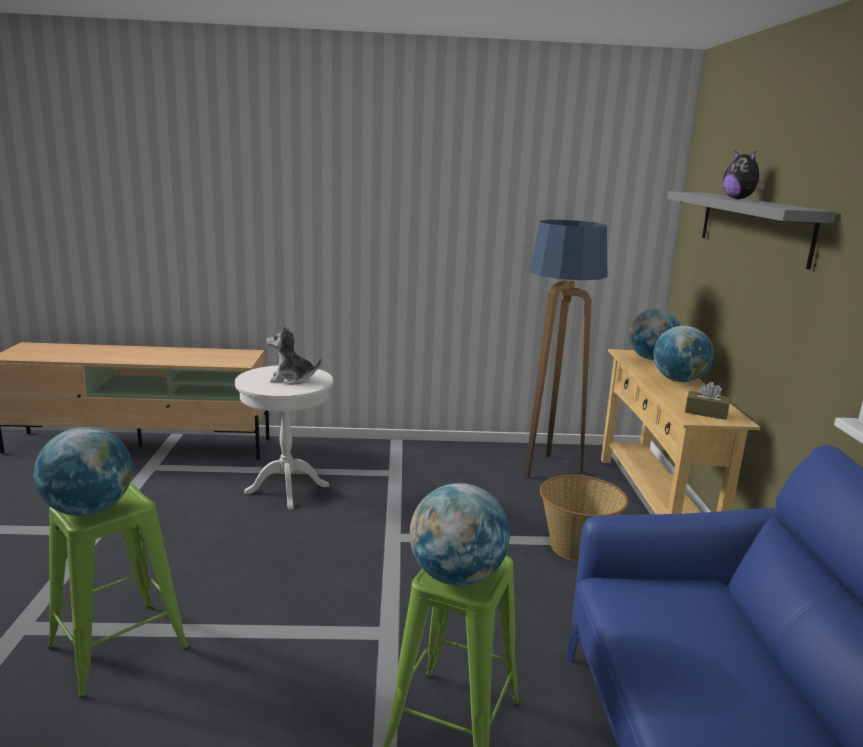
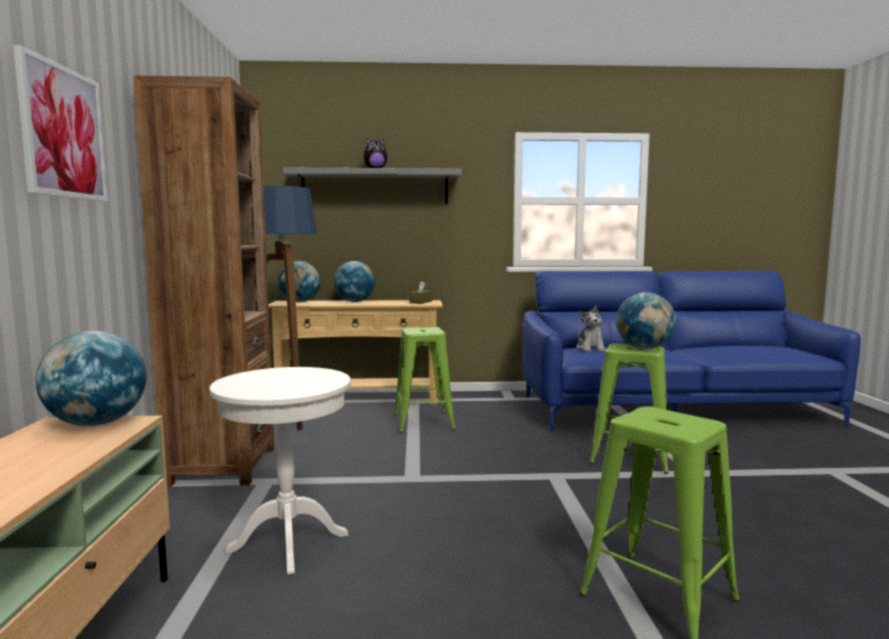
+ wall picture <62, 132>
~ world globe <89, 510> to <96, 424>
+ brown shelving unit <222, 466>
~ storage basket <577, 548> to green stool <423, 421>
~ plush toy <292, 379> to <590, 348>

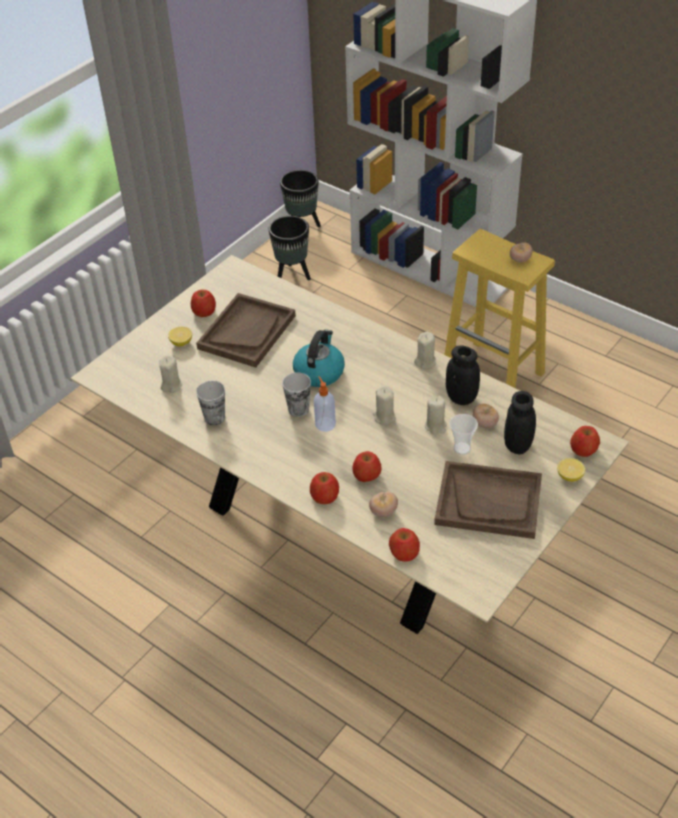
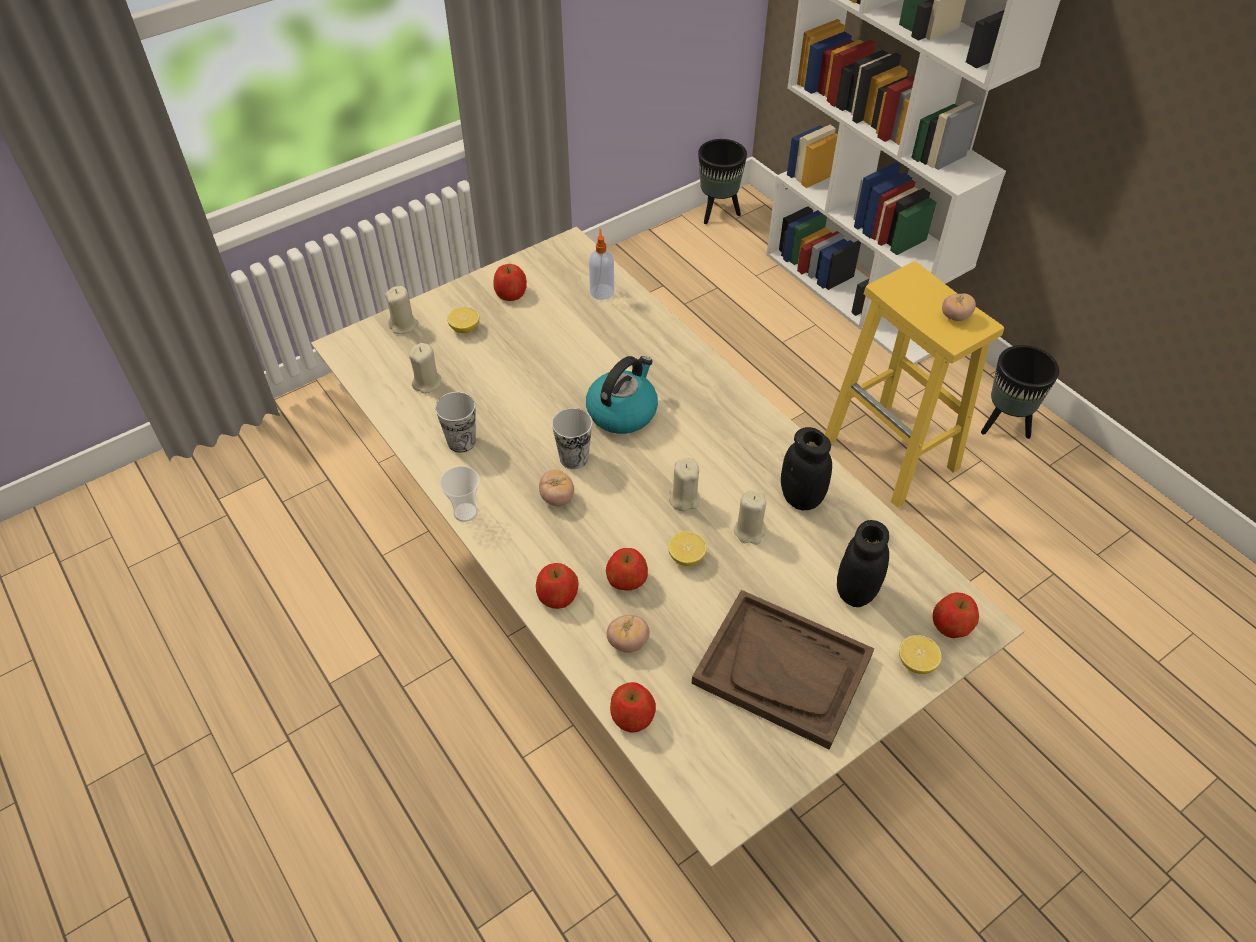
~ beige wax candle <425, 361> to <404, 325>
~ drinking cup <462, 448> to <465, 512>
~ tomato <485, 423> to <557, 498>
~ soap bottle <325, 424> to <602, 291>
+ lemon <686, 557>
~ blackish flower pot <292, 275> to <1004, 425>
- brown serving tray <247, 332>

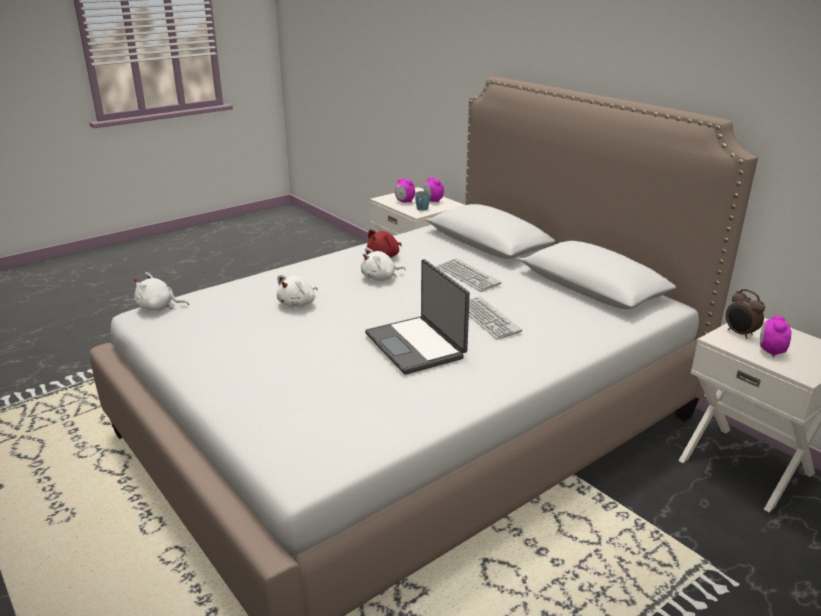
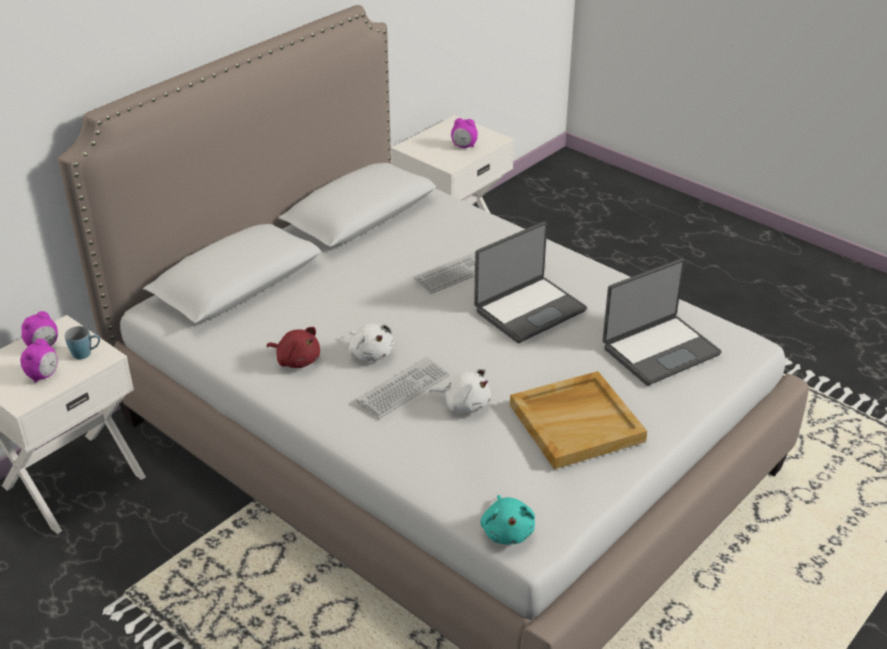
~ keyboard <468, 276> to <403, 389>
~ white-coloured plush toy <158, 308> to blue-green plush toy <507, 531>
+ beige serving tray <577, 422>
+ laptop <659, 350>
- table clock <740, 334>

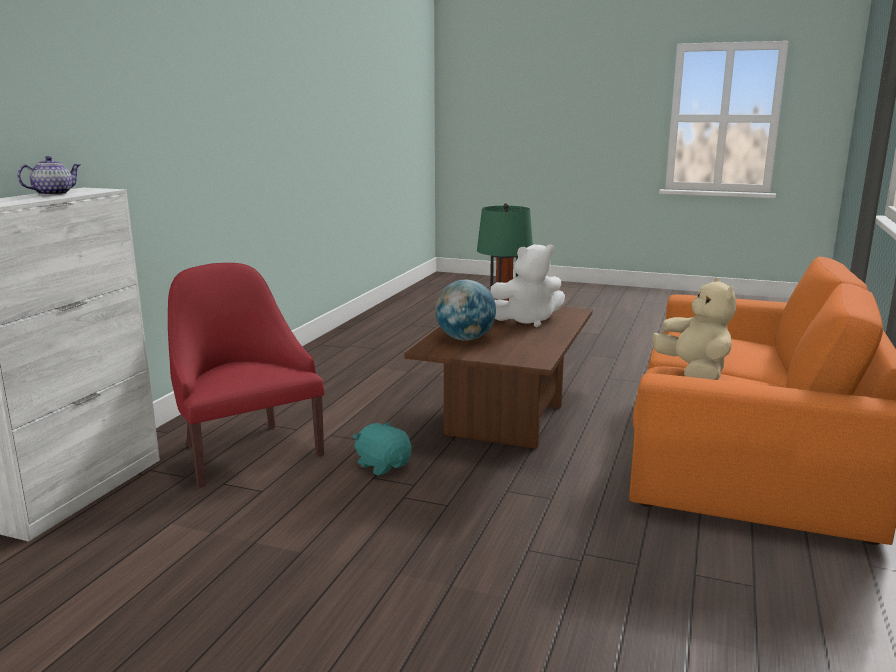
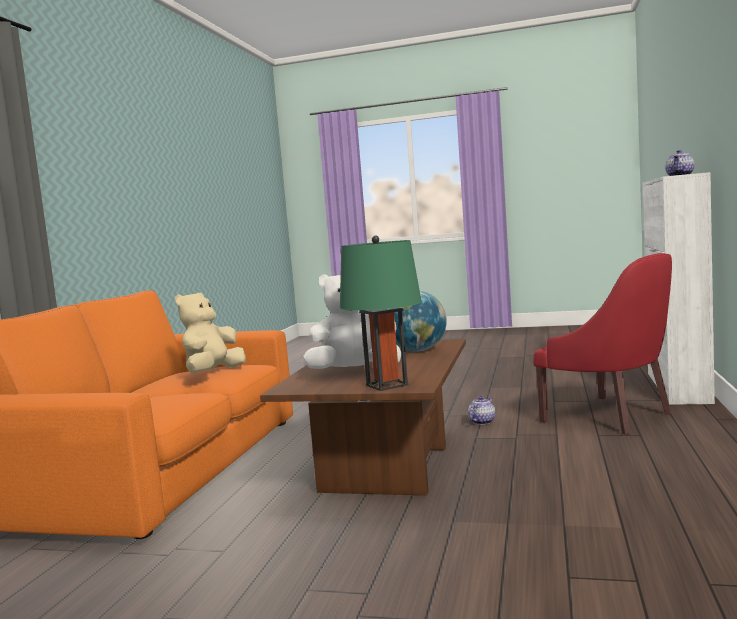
~ beige plush toy <694, 373> = <212, 373> 45 degrees clockwise
~ blue-green plush toy <383, 465> to tea pot <482, 422>

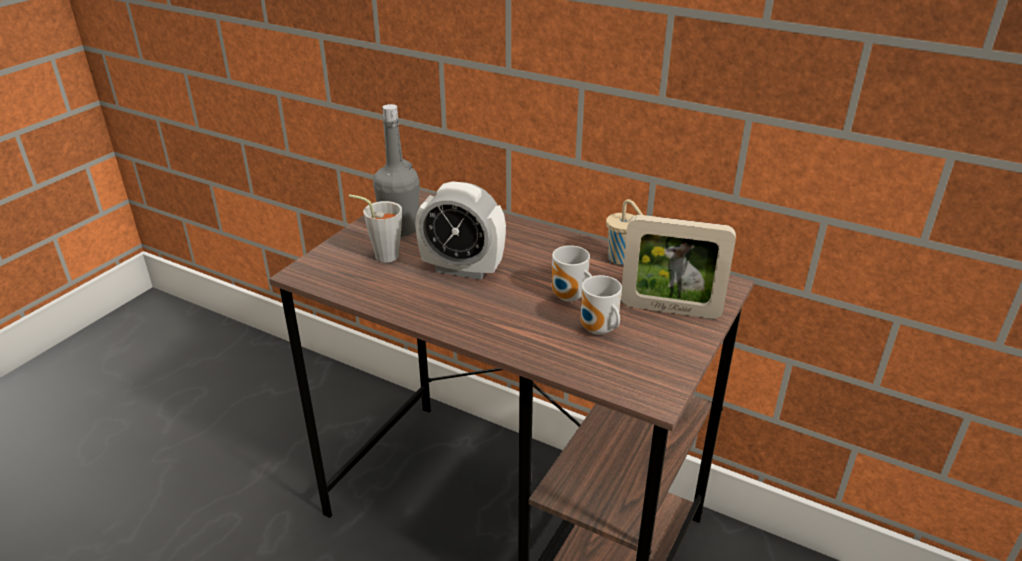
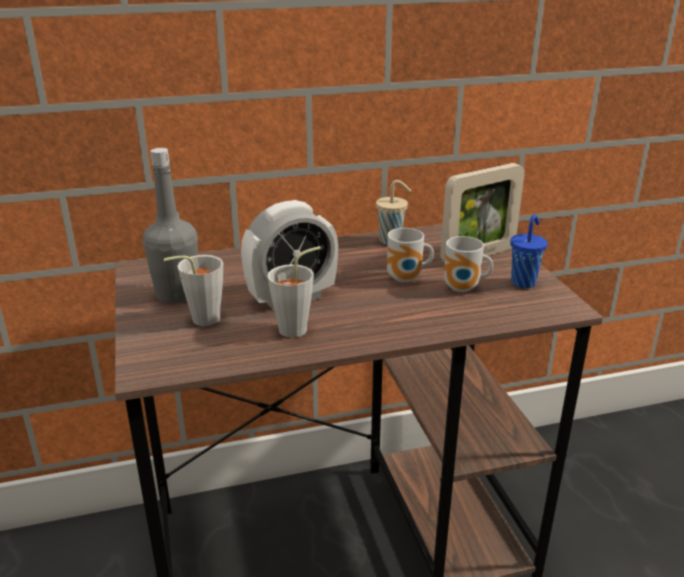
+ gray drinking cup <299, 328>
+ bluish drinking cup <523, 282>

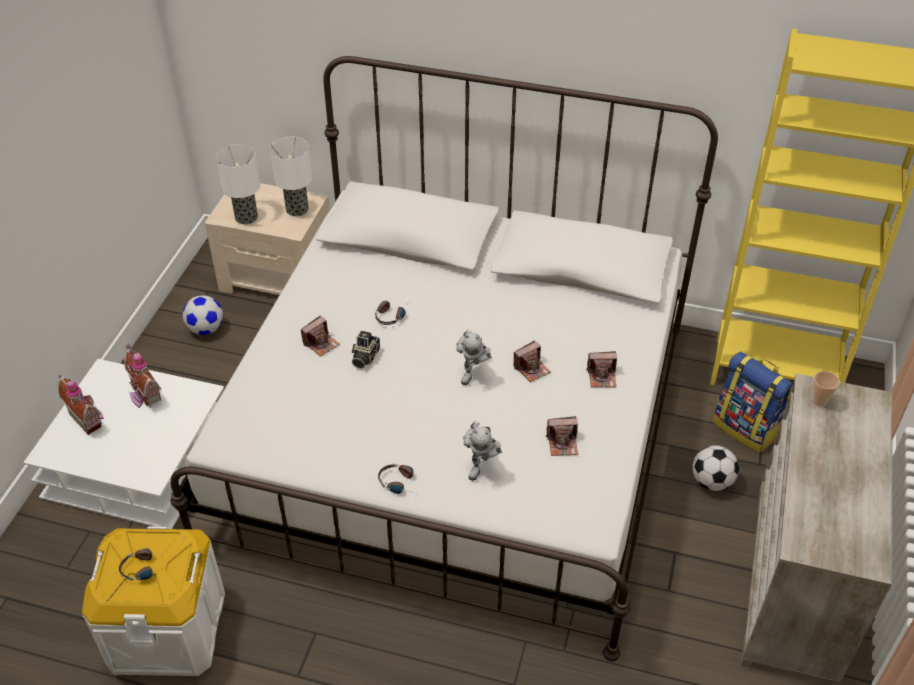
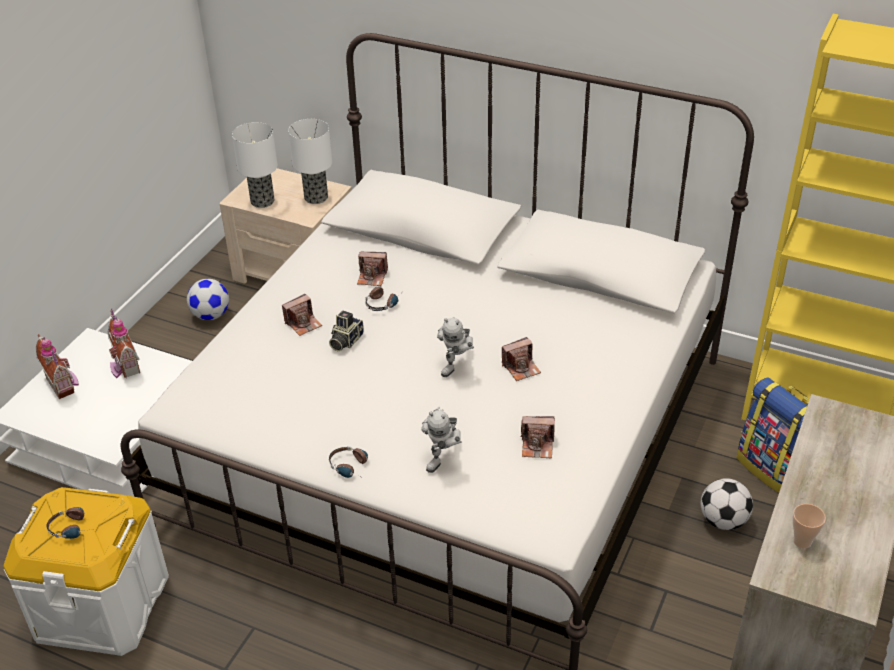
~ photo camera <602, 377> to <372, 277>
~ drinking cup <819, 401> to <802, 541>

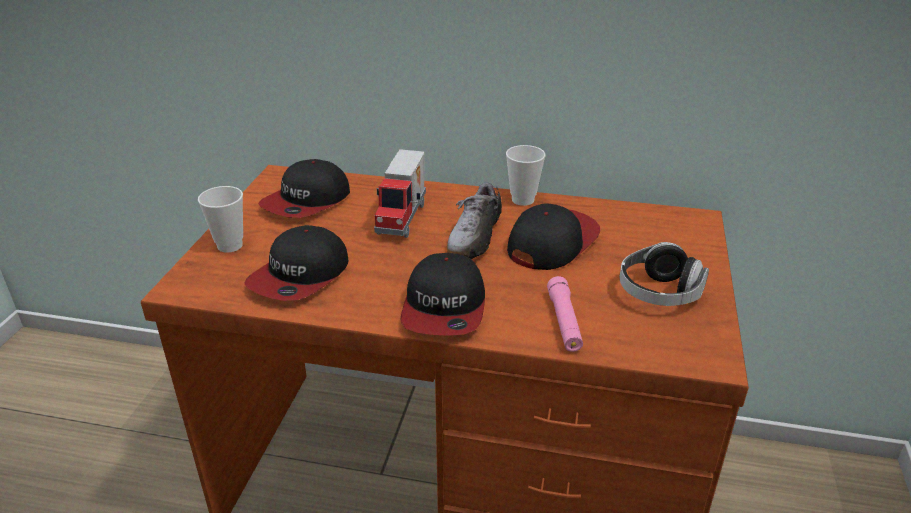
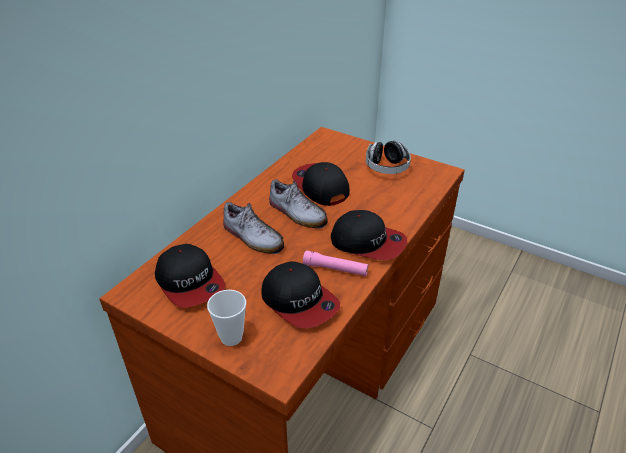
~ model truck <404, 219> to shoe <253, 237>
~ pink torch <564, 322> to <335, 269>
- drinking cup <523, 200>

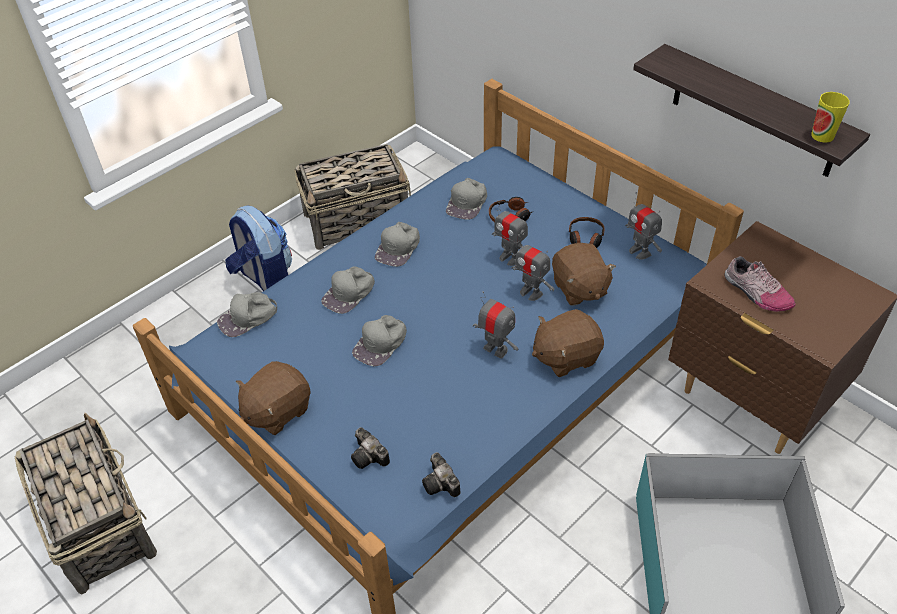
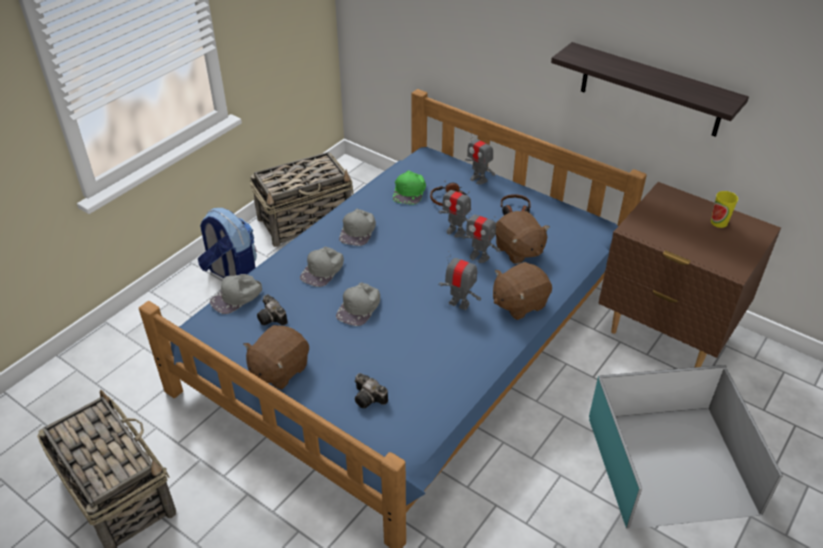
~ photo camera <441, 484> to <273, 318>
~ gray cap <467, 202> to green cap <410, 191>
~ toy robot <640, 252> to <478, 179>
~ drinking cup <822, 135> to <719, 222>
- shoe <756, 293>

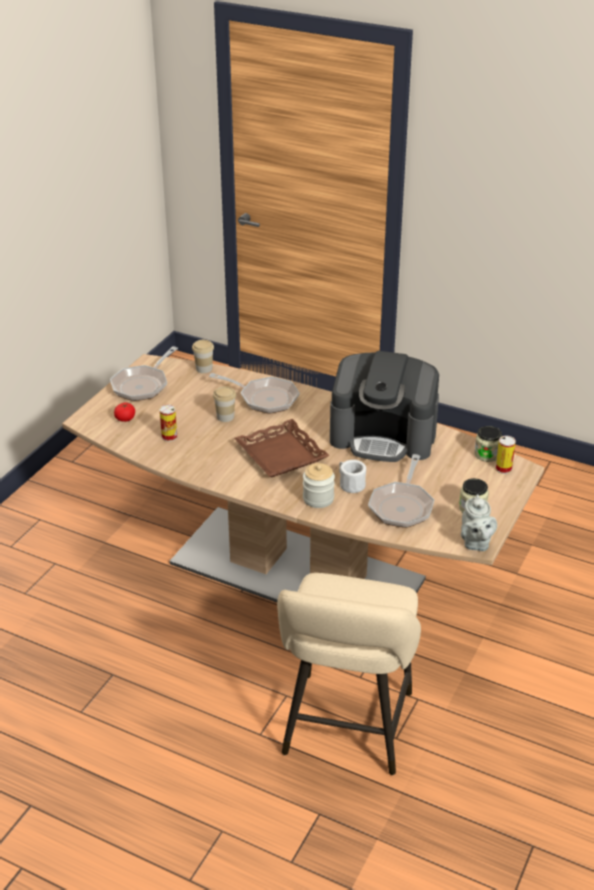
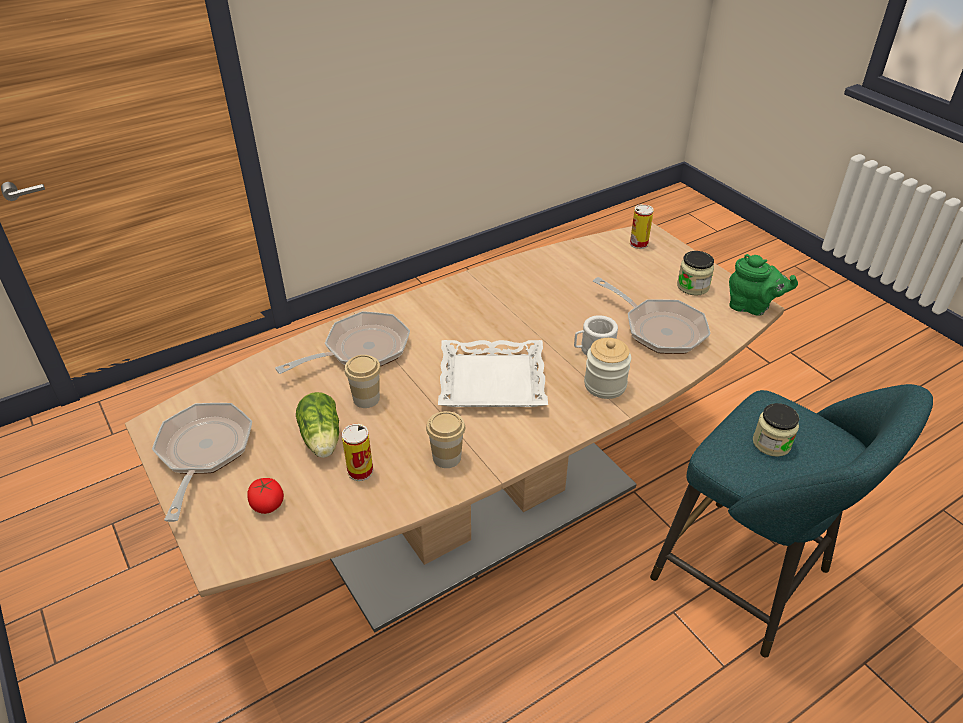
~ skillet <142, 385> = <203, 452> 150 degrees counterclockwise
+ head of lettuce <322, 440>
~ drinking cup <204, 368> to <447, 457>
~ brown serving tray <282, 454> to white-coloured serving tray <492, 380>
~ beige stool <346, 730> to blue-green stool <749, 581>
~ gray tea pot <475, 543> to green tea pot <752, 307>
~ storage jar <487, 454> to <771, 443>
- coffee maker <383, 436>

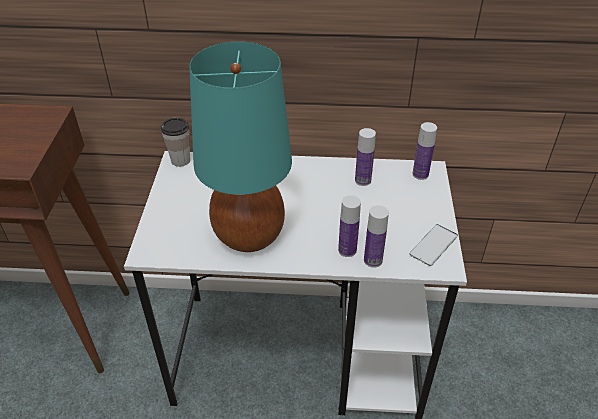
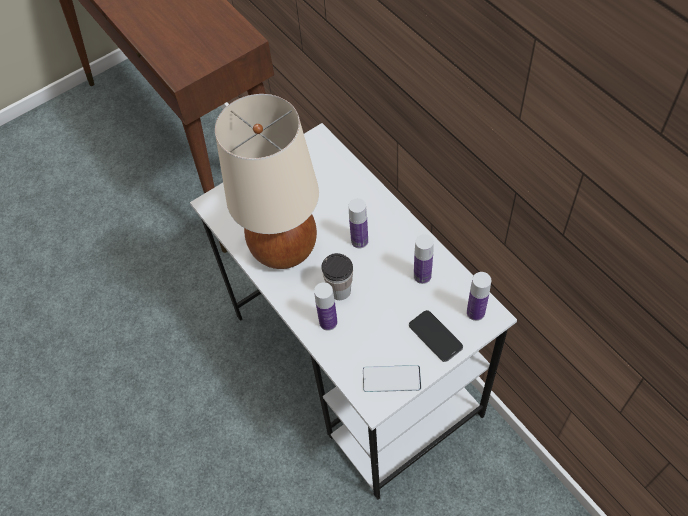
~ blue-green table lamp <250, 235> to beige table lamp <284, 249>
~ drinking cup <180, 160> to <340, 290>
~ drink bottle <373, 260> to <359, 241>
+ phone <435, 336>

